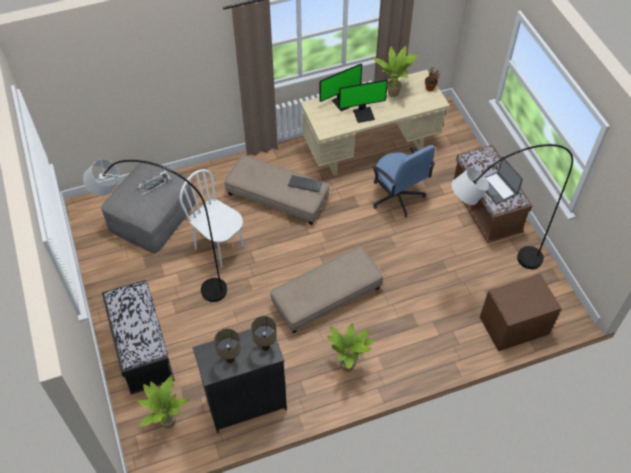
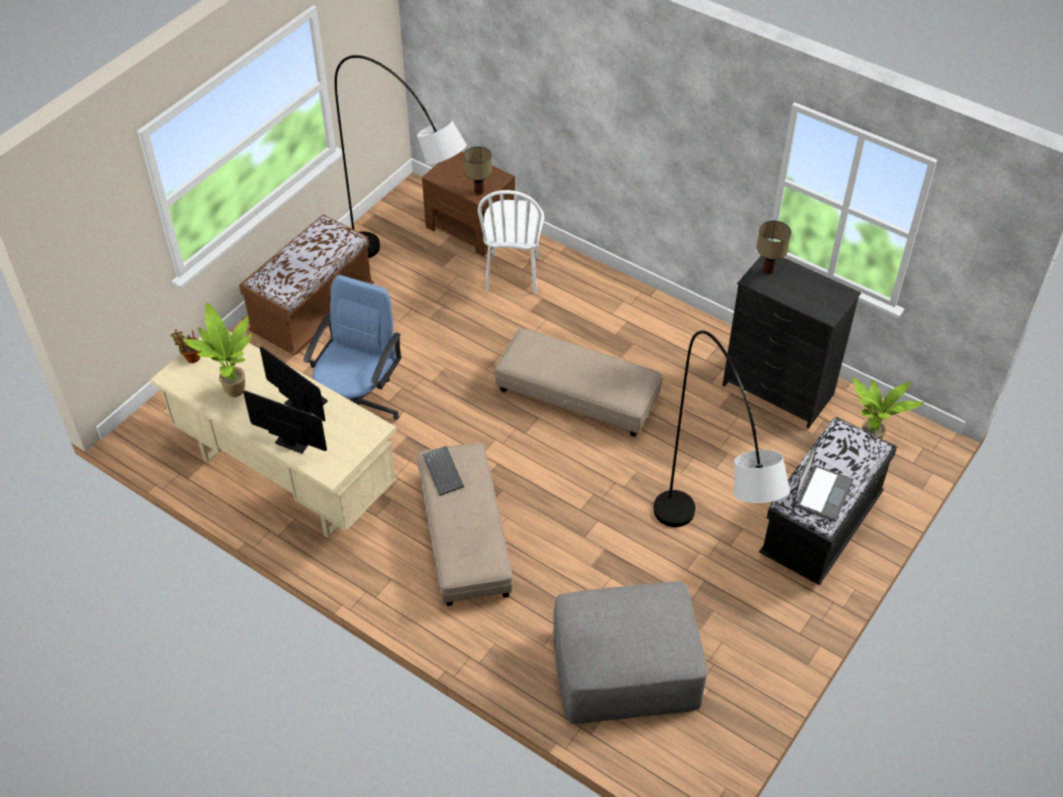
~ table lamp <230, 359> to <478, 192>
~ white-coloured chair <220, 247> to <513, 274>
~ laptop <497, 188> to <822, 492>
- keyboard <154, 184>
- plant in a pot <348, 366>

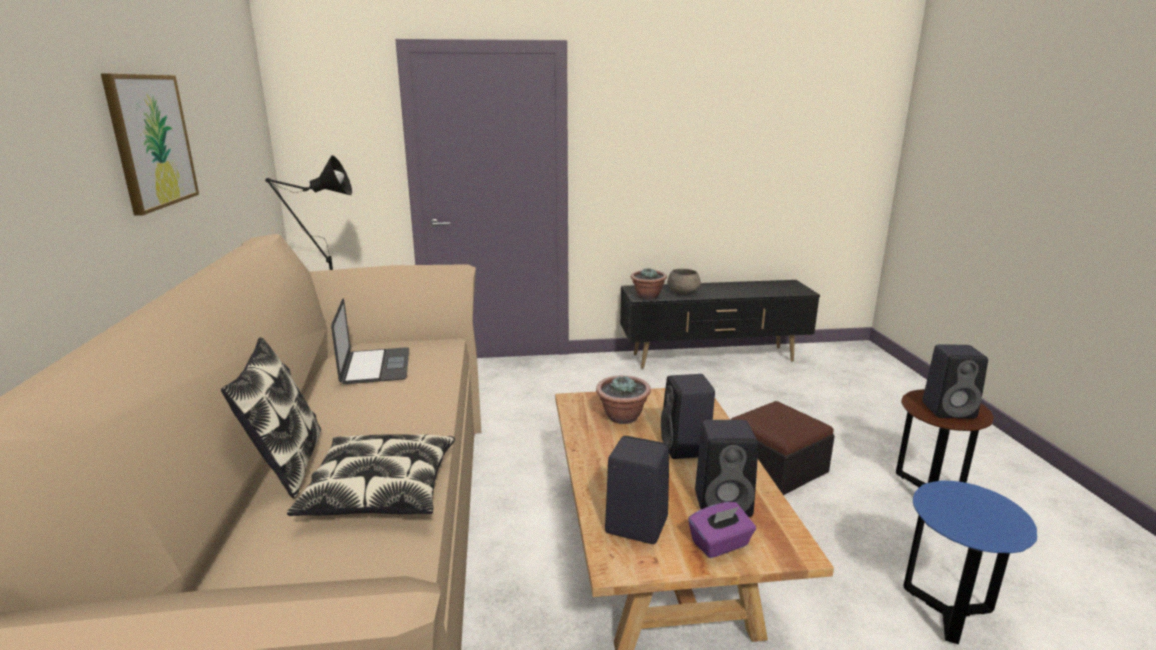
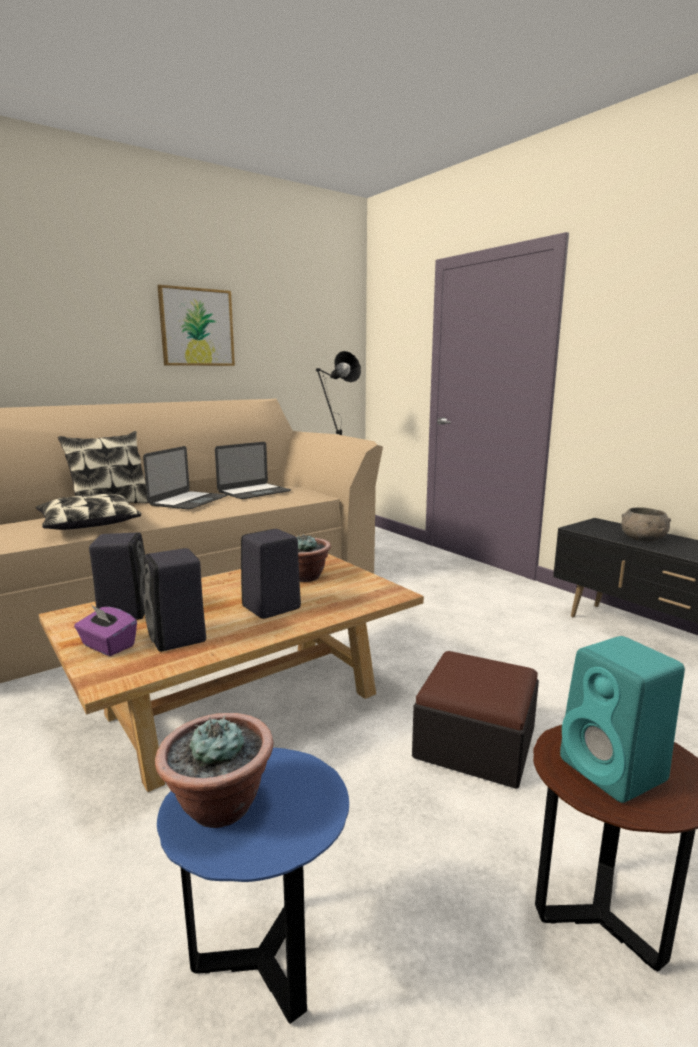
+ laptop <188, 500>
~ plant in a pot <647, 296> to <219, 805>
~ blackish speaker <950, 410> to blue-green speaker <615, 771>

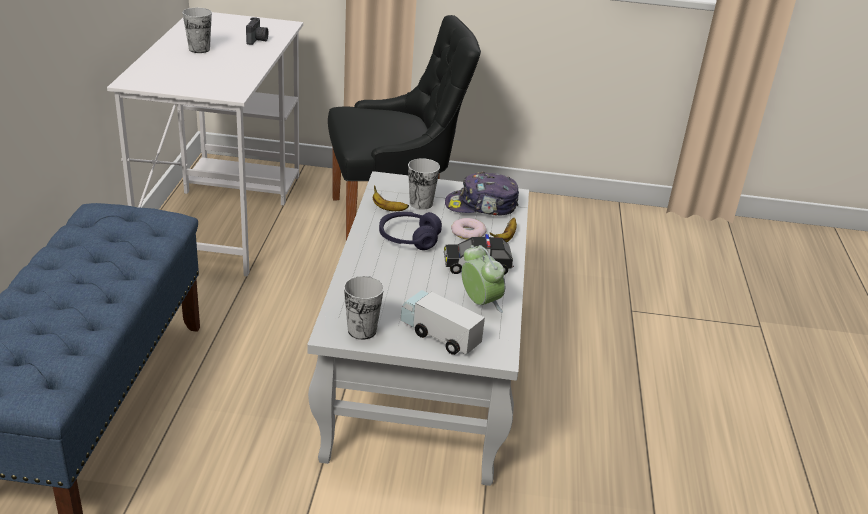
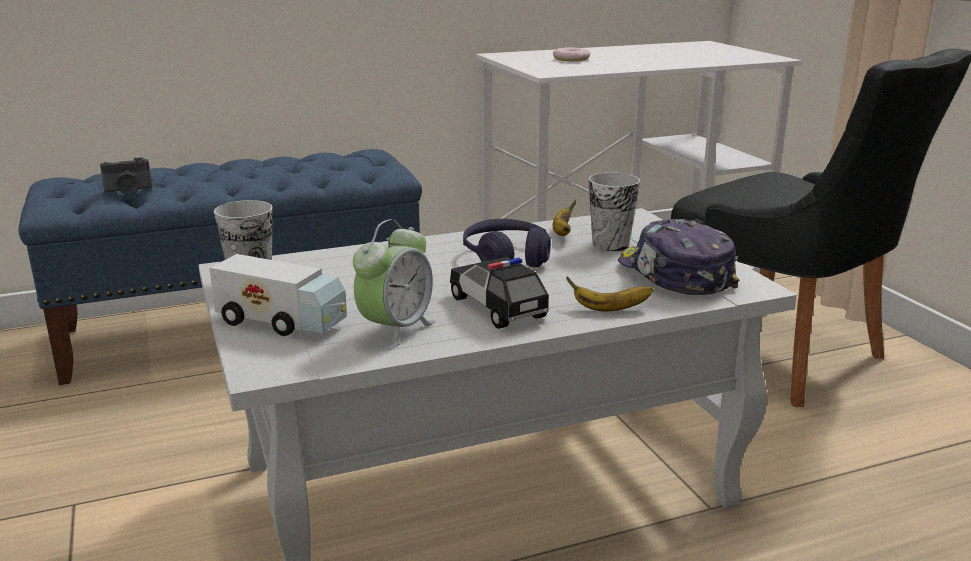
~ photo camera <257, 40> to <128, 190>
~ model truck <439, 335> = <281, 322> 105 degrees clockwise
~ donut <468, 232> to <571, 59>
- drinking cup <199, 49>

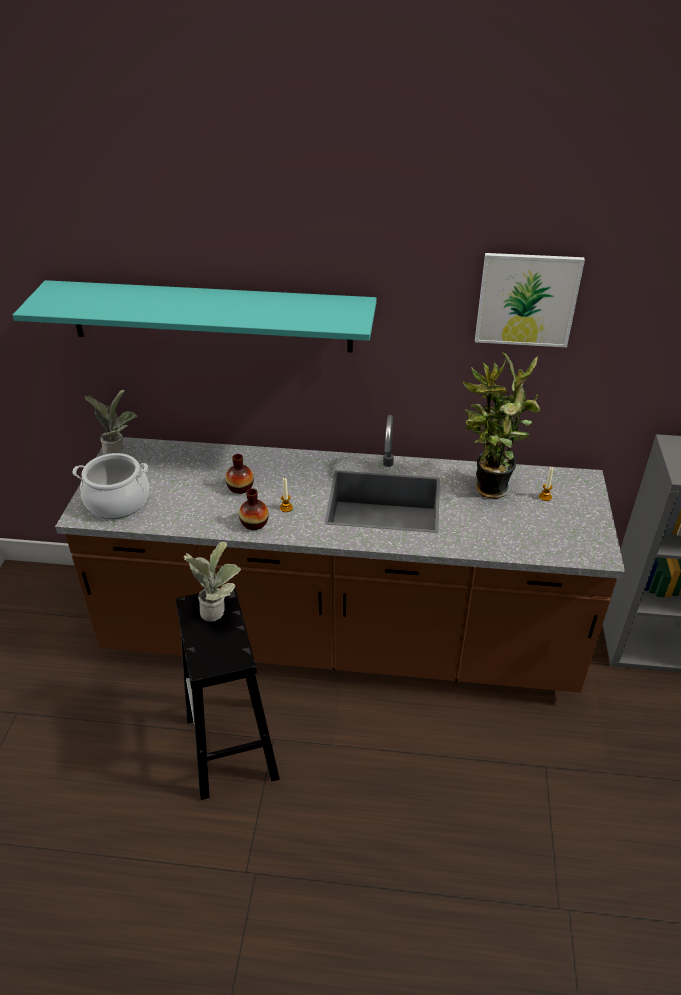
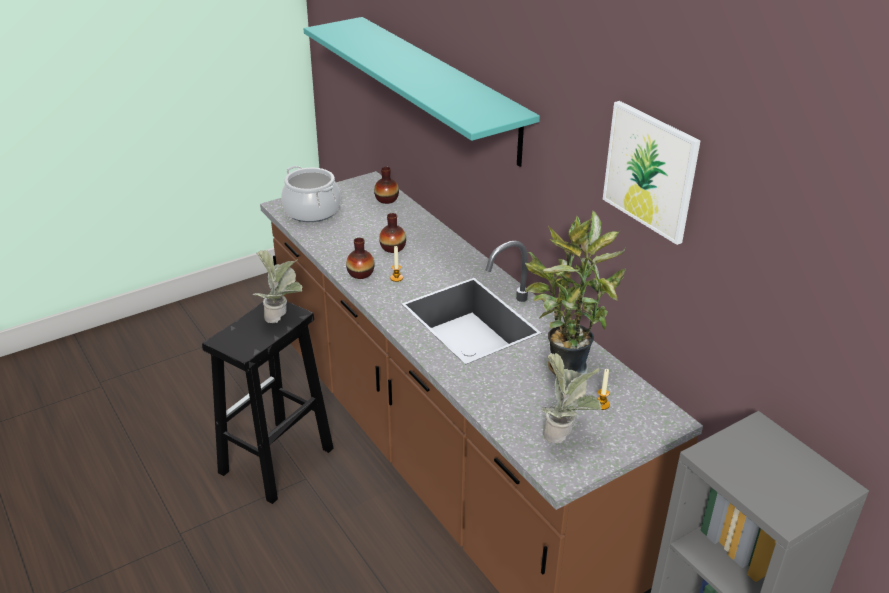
+ decorative vase <386, 199>
~ plant in a pot <119, 451> to <564, 436>

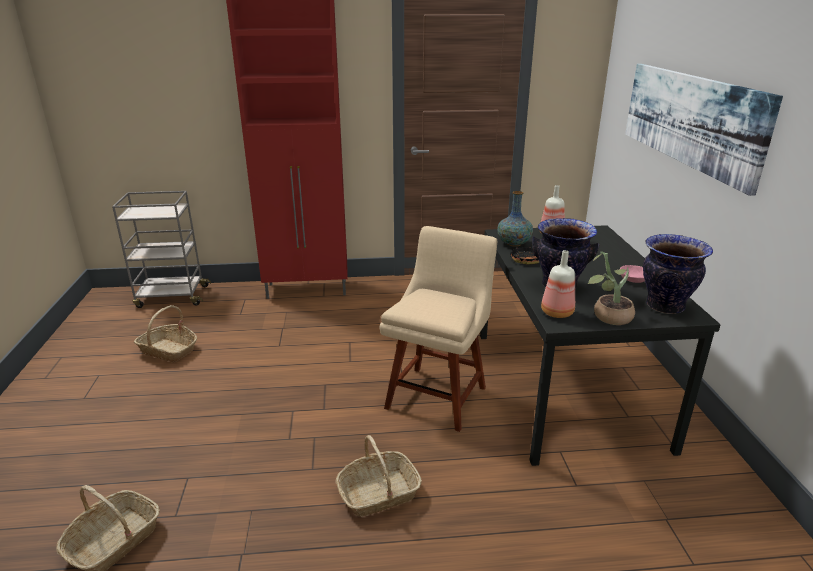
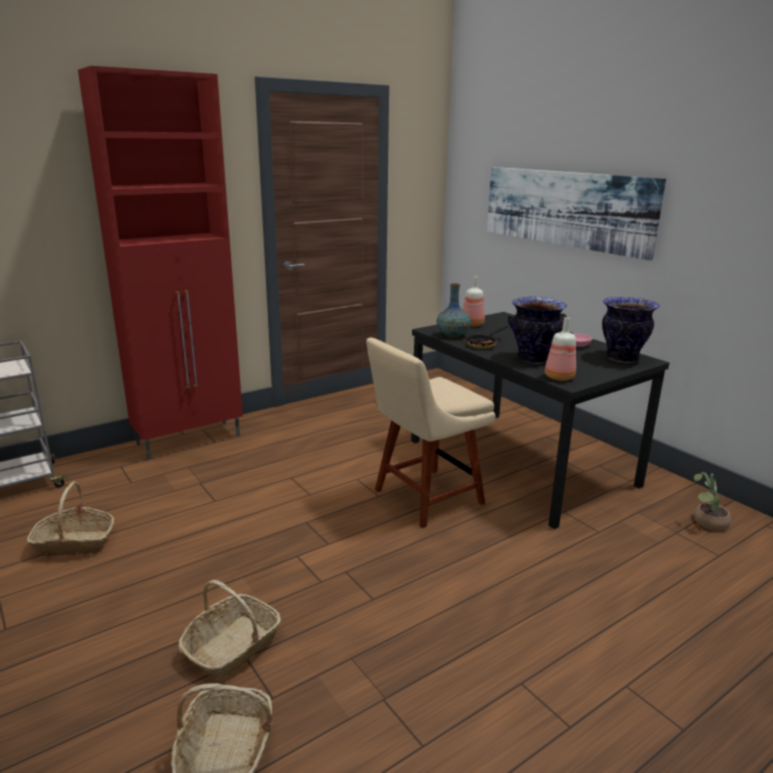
~ storage basket <378, 493> to <232, 647>
~ beige chair <438, 394> = <424, 498> 120 degrees counterclockwise
~ plant in a pot <607, 316> to <707, 523>

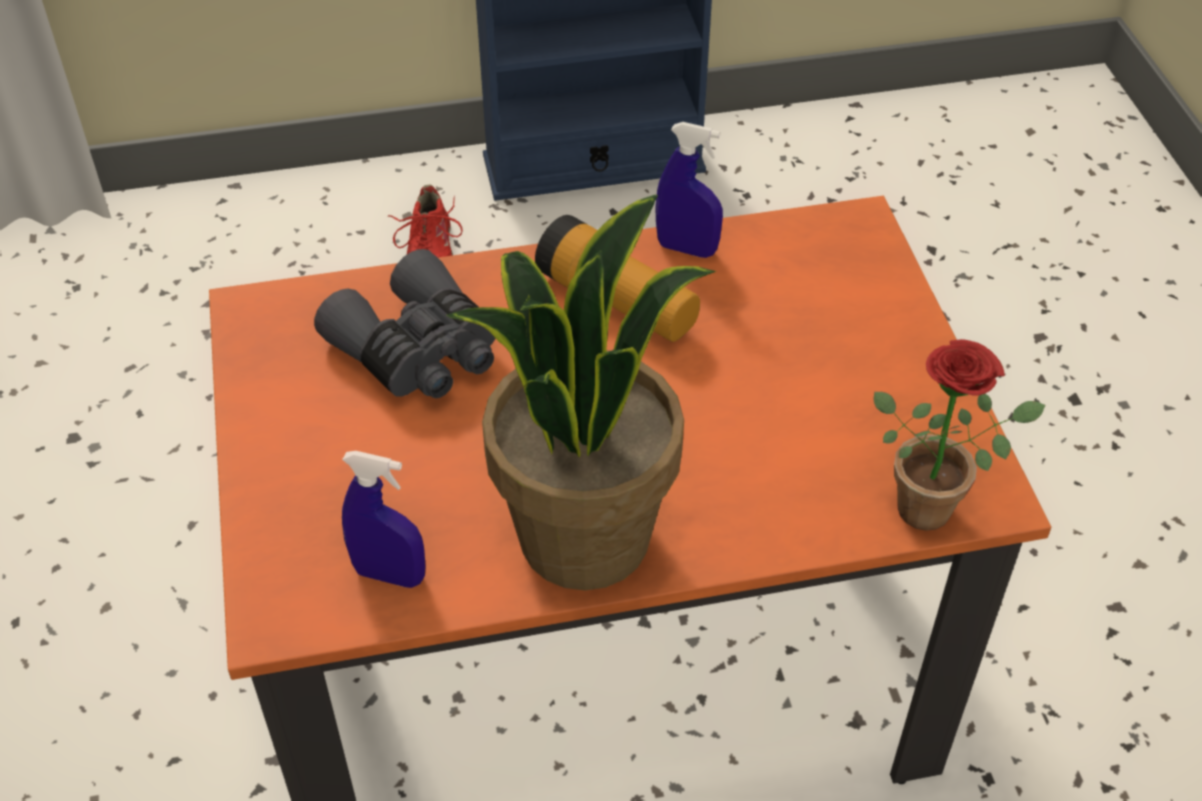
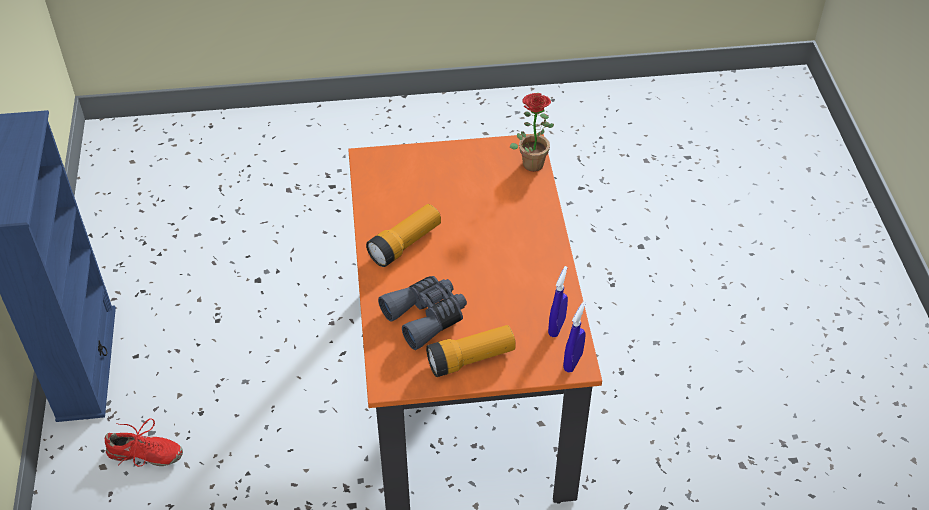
+ torch <471, 359>
~ bluish spray bottle <686, 249> to <573, 362>
- plant in a pot <584, 535>

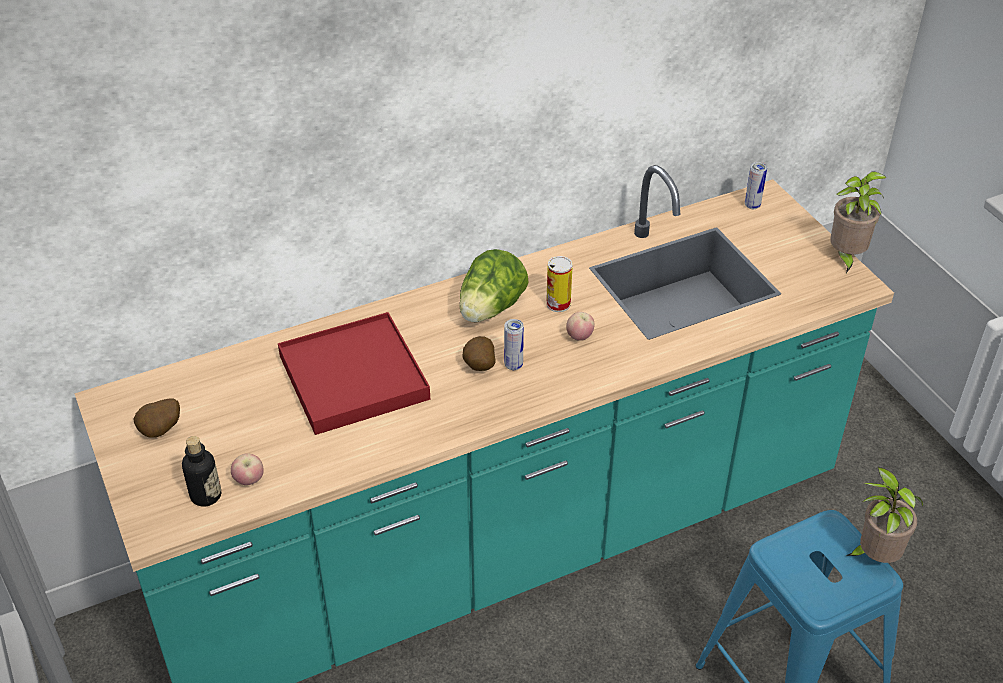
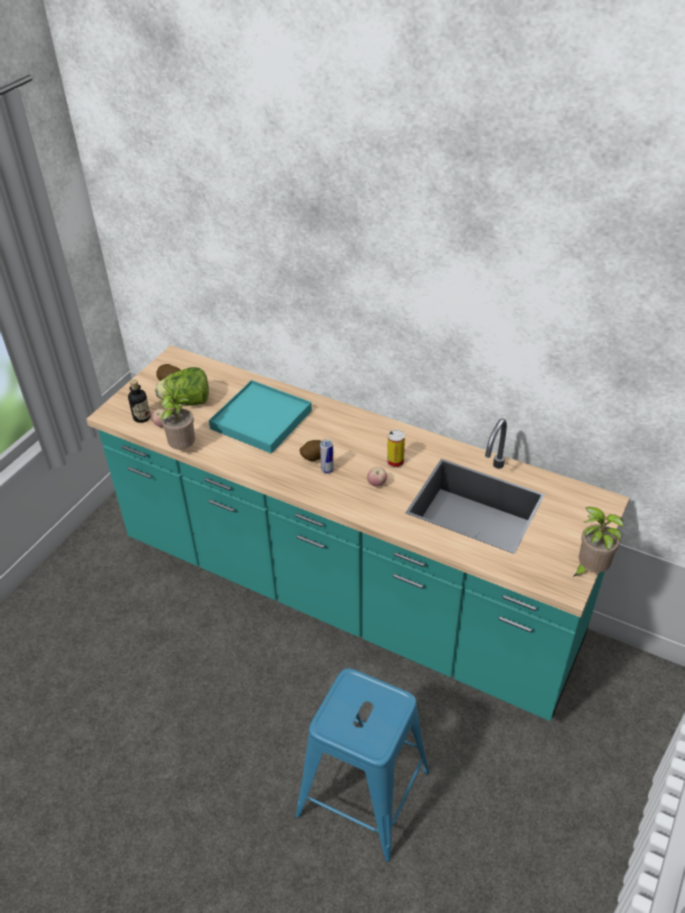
~ head of lettuce <491, 309> to <187, 402>
~ plant in a pot <874, 557> to <182, 448>
~ reddish serving tray <353, 377> to blue-green serving tray <261, 419>
- metal can <752, 205>

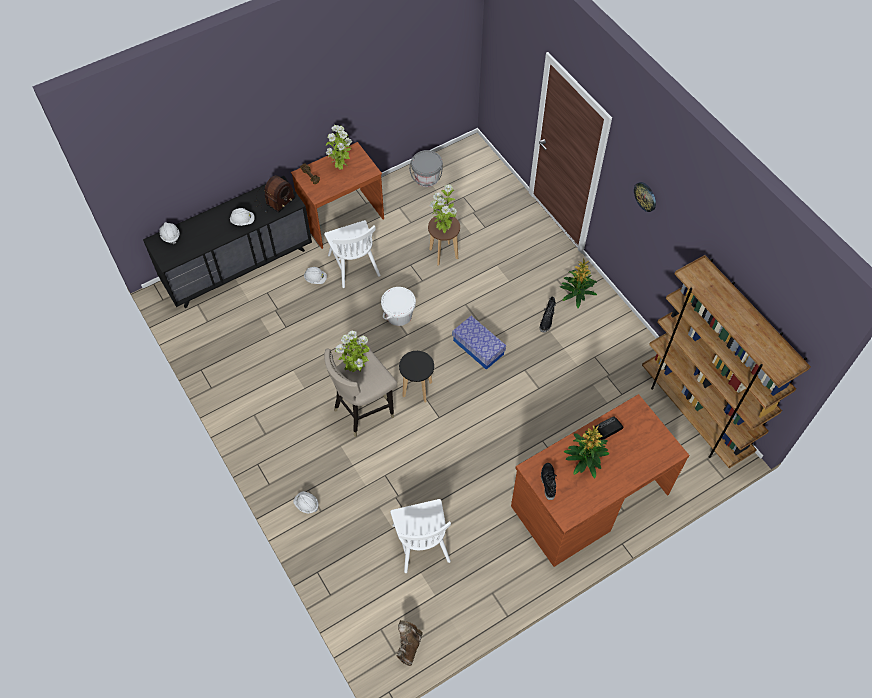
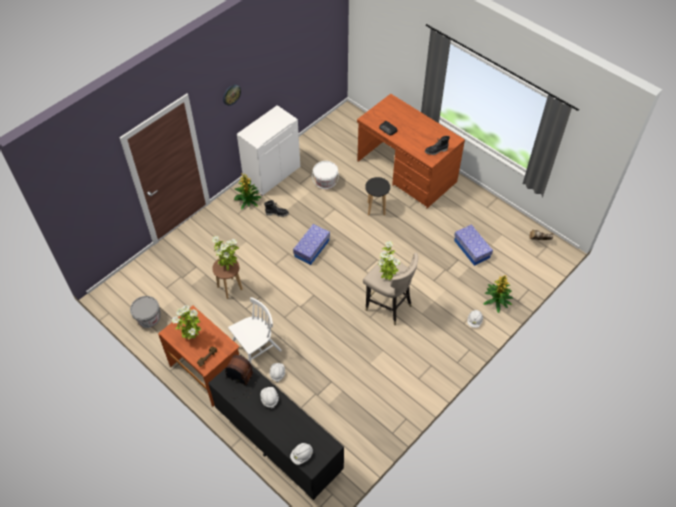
+ white-coloured cupboard <272, 174>
~ white-coloured pail <399, 315> to <325, 182>
~ blackish stool <417, 389> to <376, 209>
~ white-coloured chair <421, 542> to storage box <472, 249>
~ plant in a pot <585, 458> to <496, 301>
- brown shelving unit <694, 414>

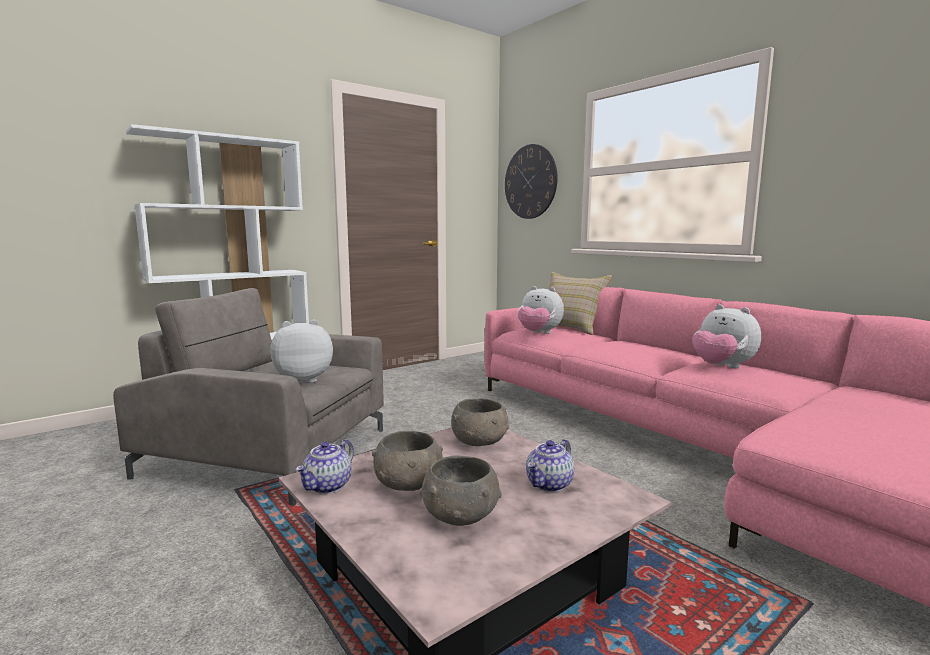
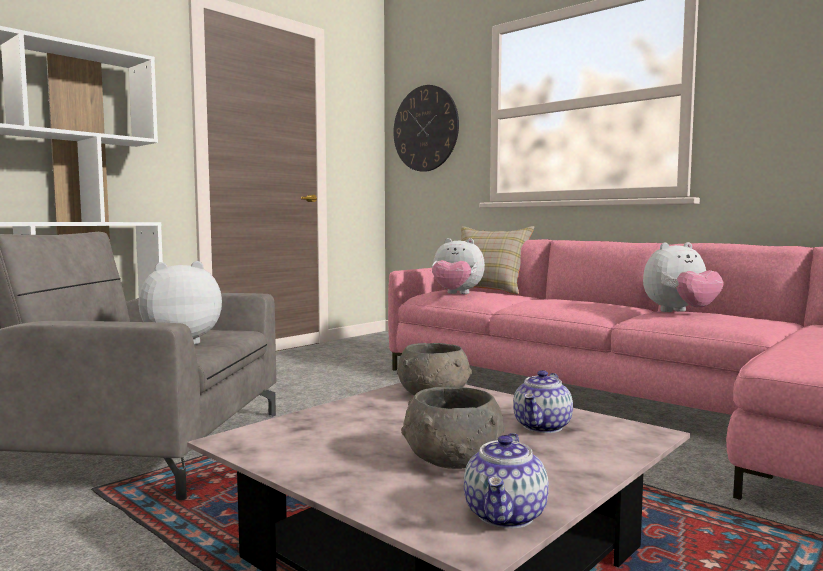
~ tea pot <328, 486> to <506, 516>
~ plush toy <722, 367> = <680, 312> 60 degrees counterclockwise
- gray deep dish <408, 484>

